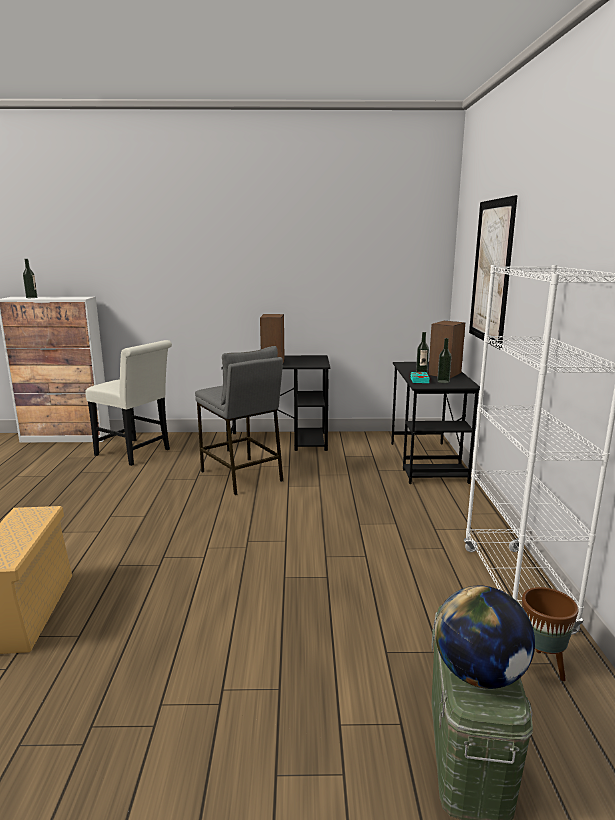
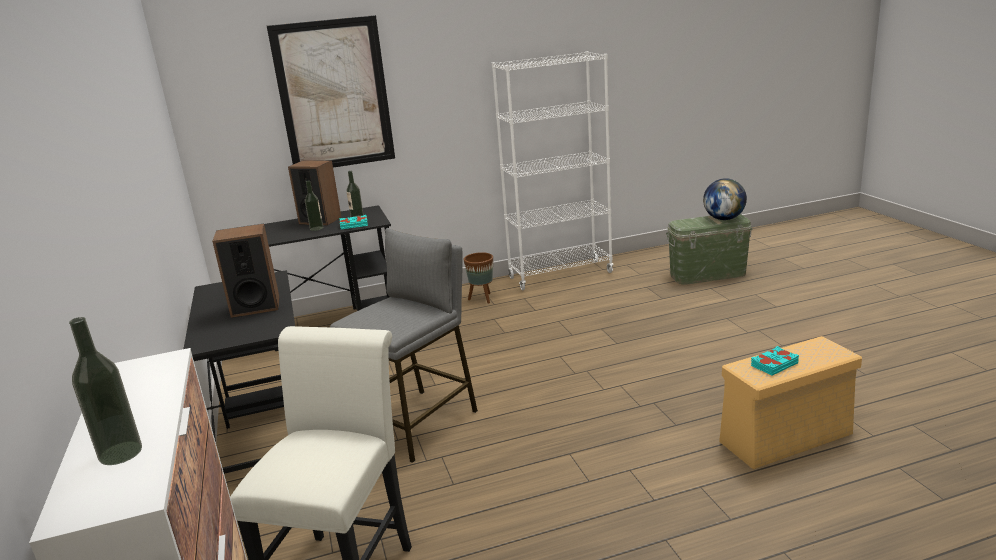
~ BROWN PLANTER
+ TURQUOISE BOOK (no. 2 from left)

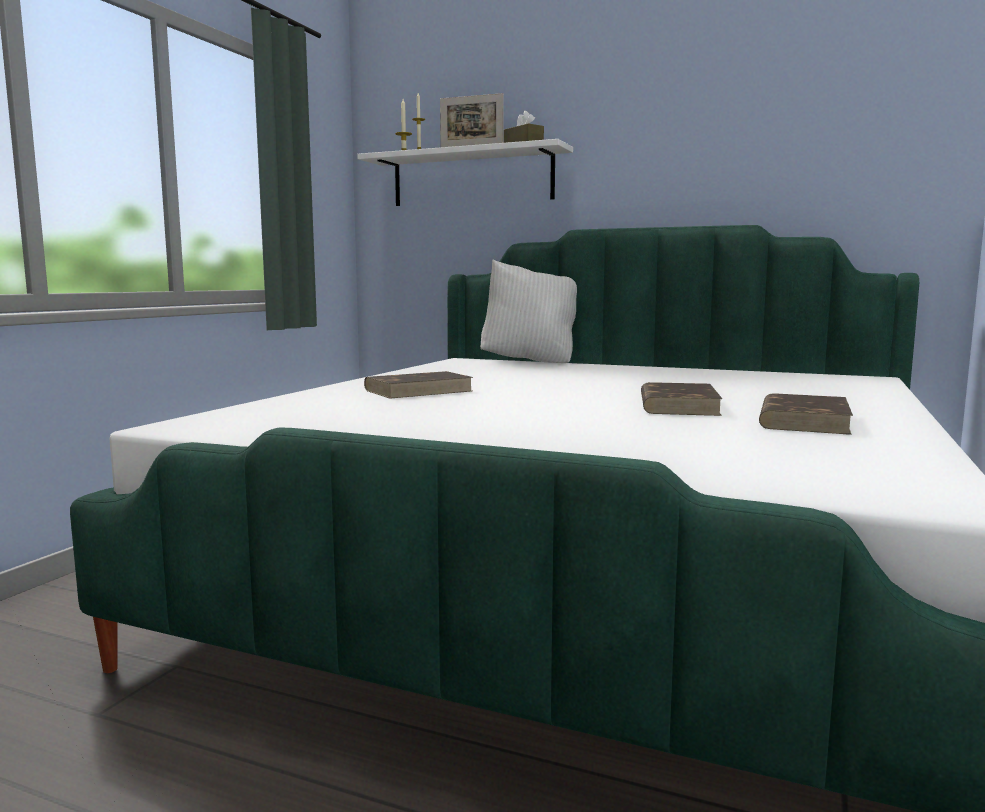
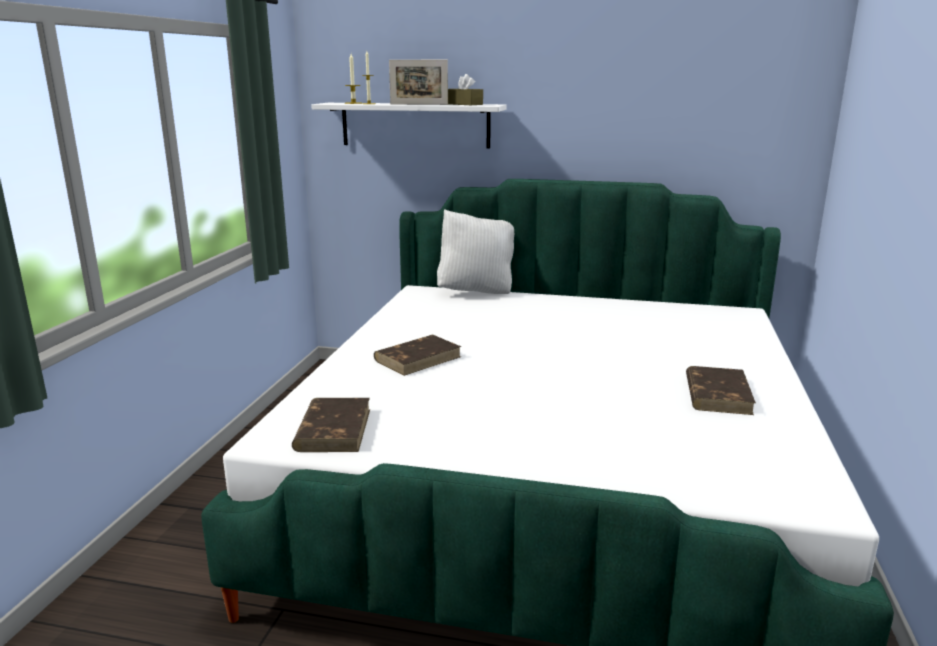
~ BROWN BOOK (no. 2 from left in the first image) to BROWN BOOK (no. 1 from left)

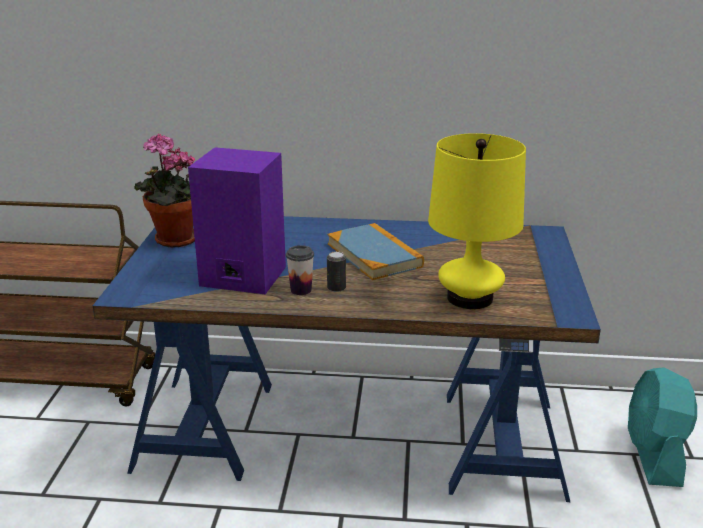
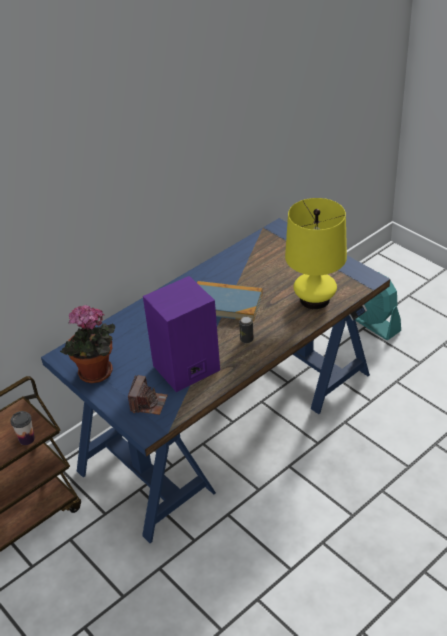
~ CUP
+ PHOTO CAMERA

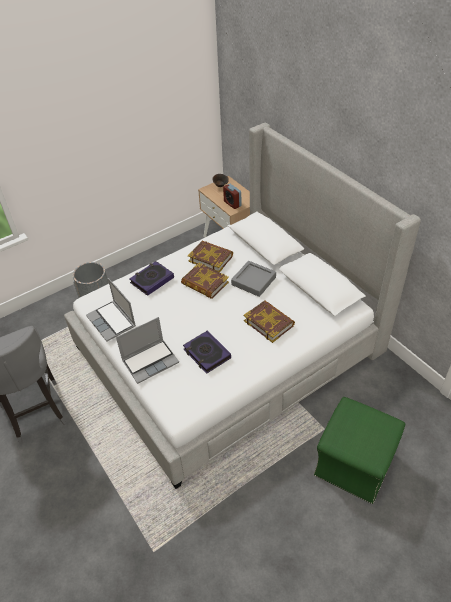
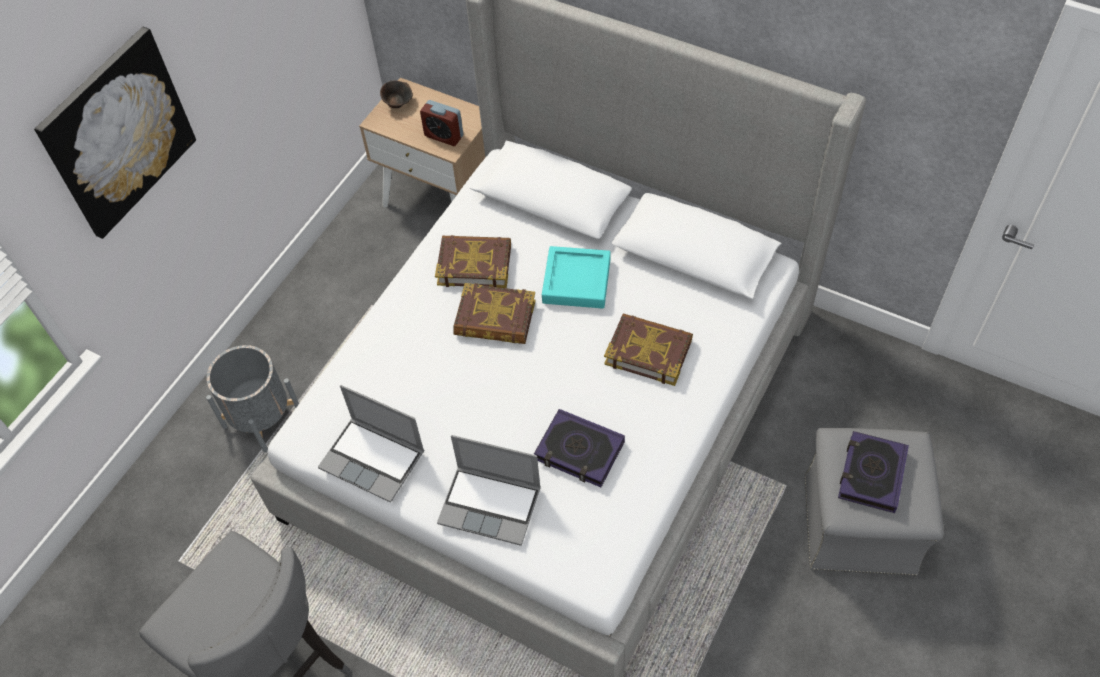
~ BOOK (no. 1 from left in the first image) to BOOK (no. 5 from left)
~ GREY TRAY to TURQUOISE TRAY
~ LAPTOP (no. 2 from left) 75 degrees clockwise
~ GREEN OTTOMAN to GREY OTTOMAN
+ PICTURE

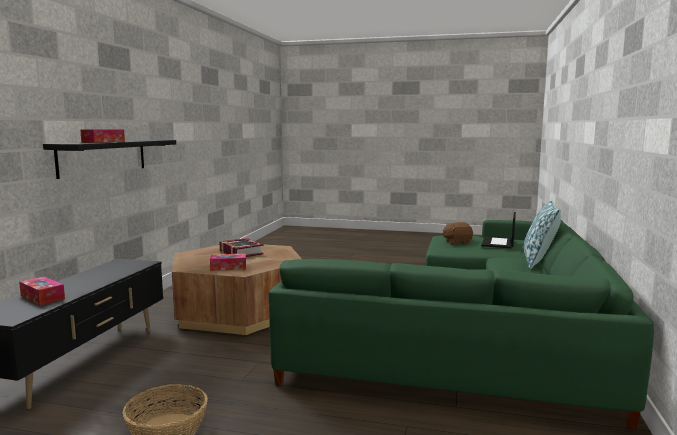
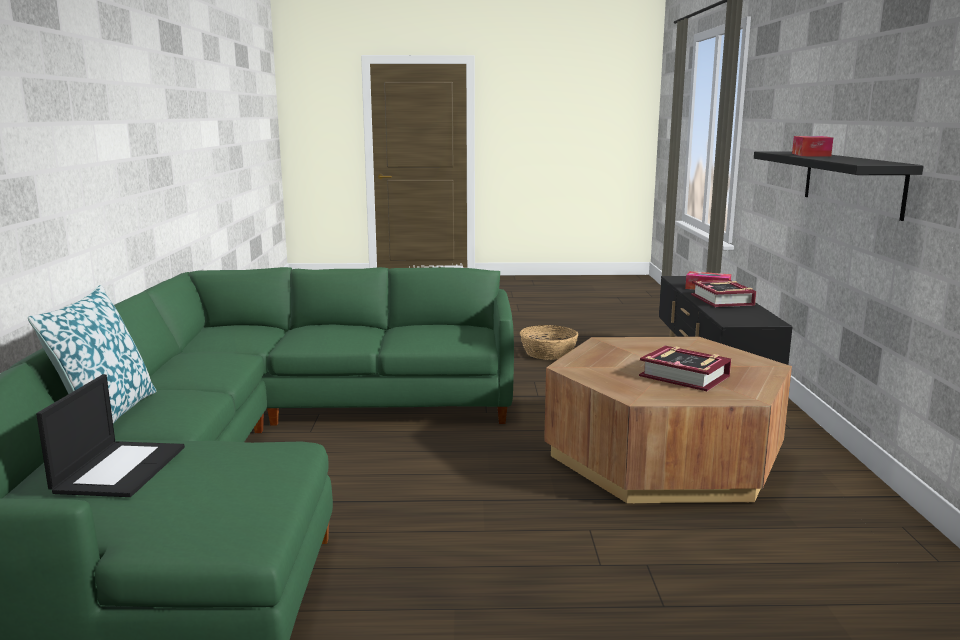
- BROWN PLUSH TOY
- TISSUE BOX (no. 3 from left)
+ BOOK (no. 2 from left)

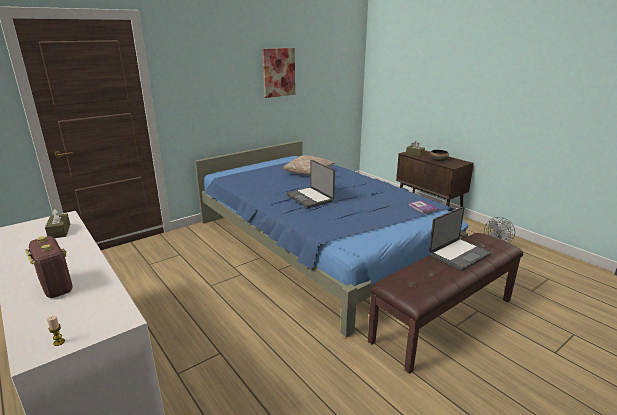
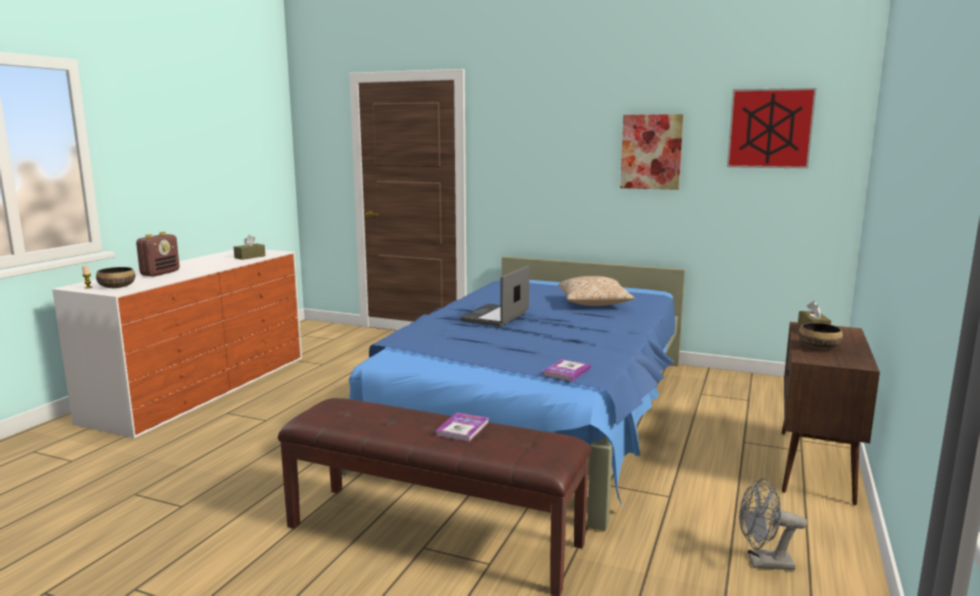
~ LAPTOP (no. 2 from left) to BOOK (no. 1 from left)
+ PICTURE (no. 2 from left)
+ BOWL (no. 1 from left)

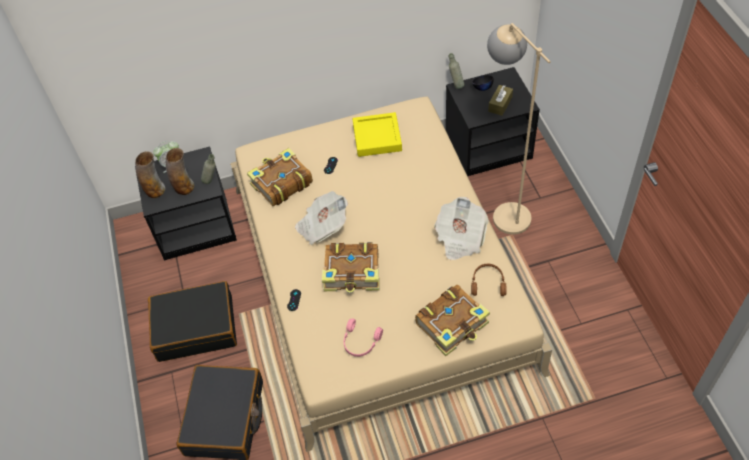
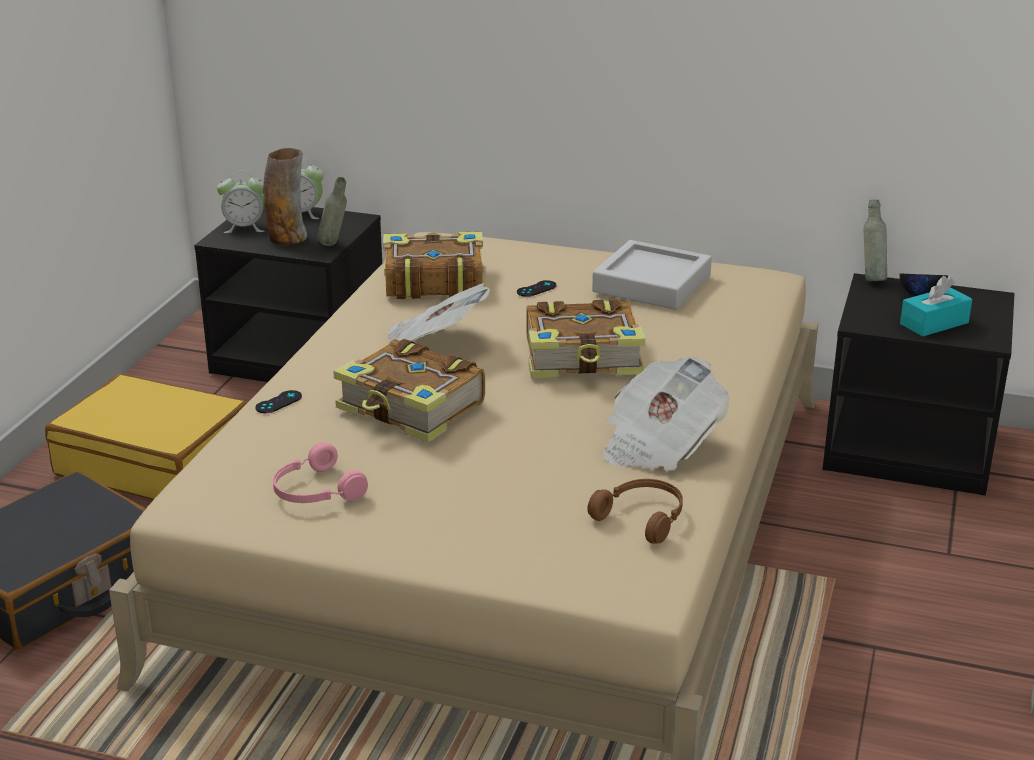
- BEIGE FLOOR LAMP
~ BROWN TISSUE BOX to TURQUOISE TISSUE BOX
~ YELLOW TRAY to GREY TRAY
~ VASE (no. 1 from left) to ALARM CLOCK (no. 1 from left)
~ BLACK SUITCASE (no. 1 from left) to YELLOW SUITCASE
~ BOOK (no. 3 from left)

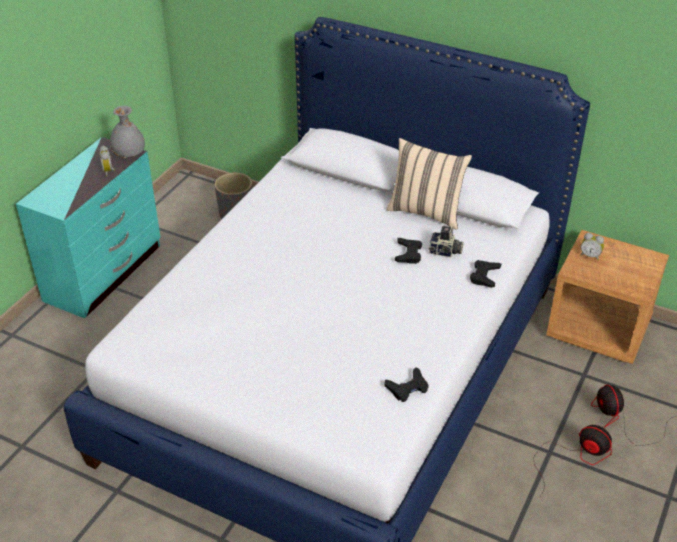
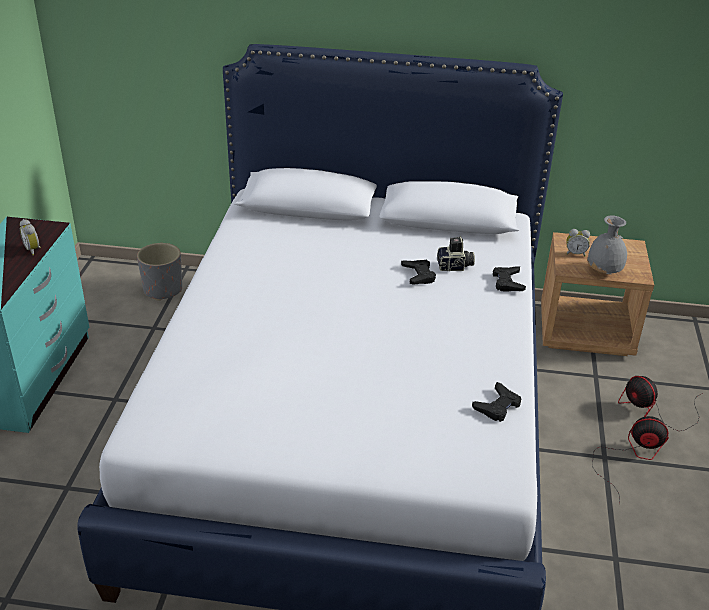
~ GREY VASE
- BEIGE PILLOW

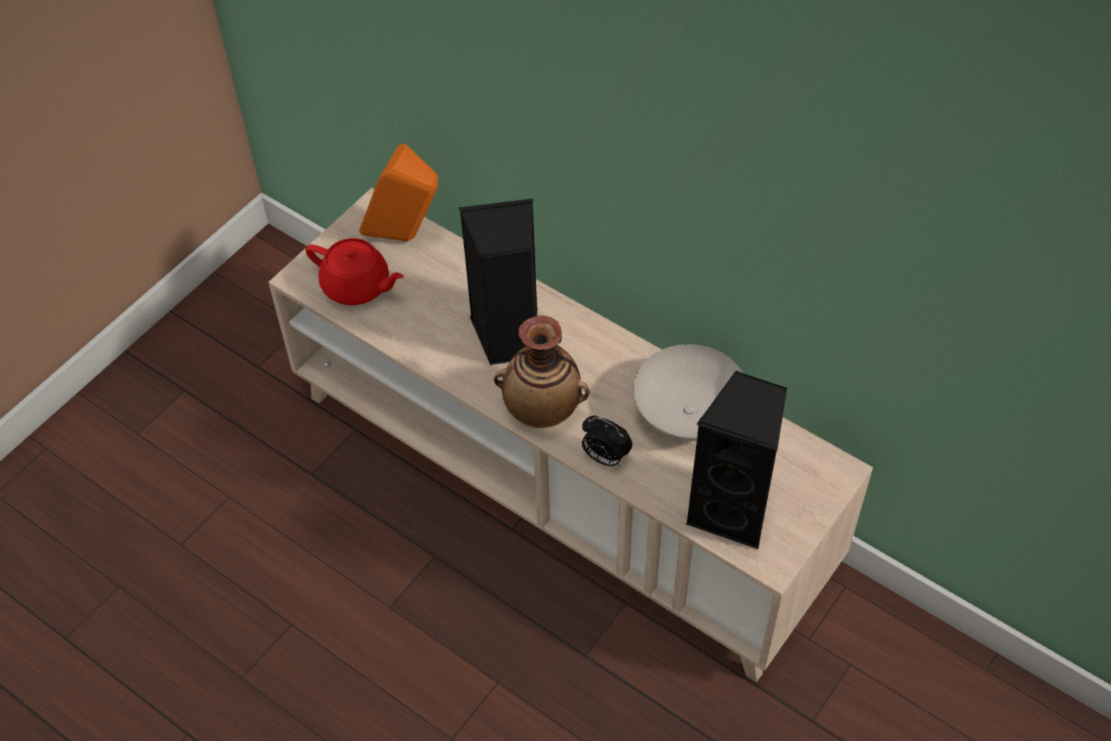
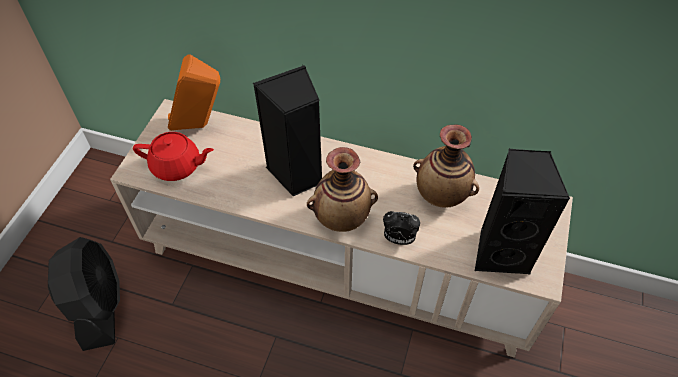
~ WHITE BOWL to VASE (no. 2 from left)
+ BLACK FAN

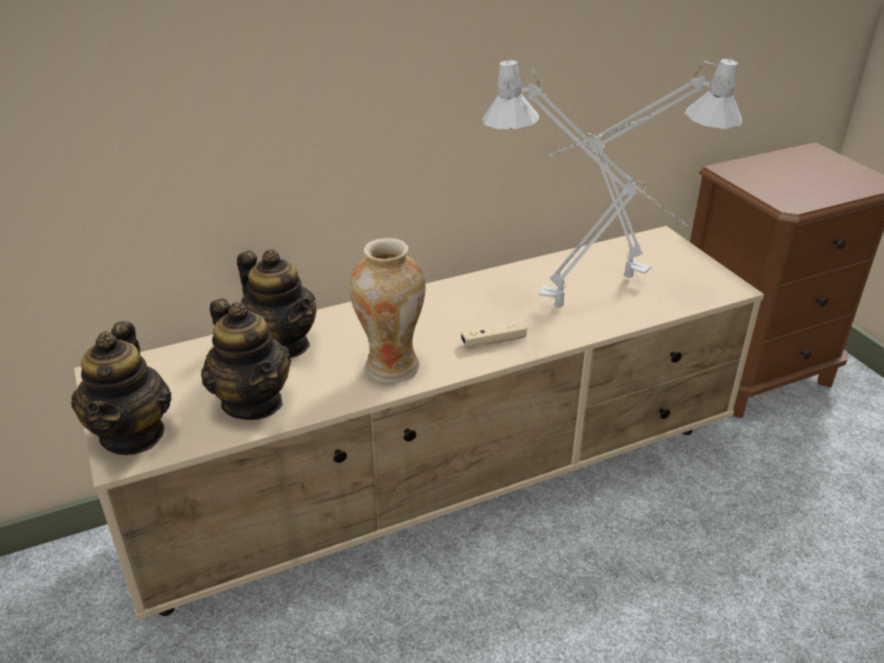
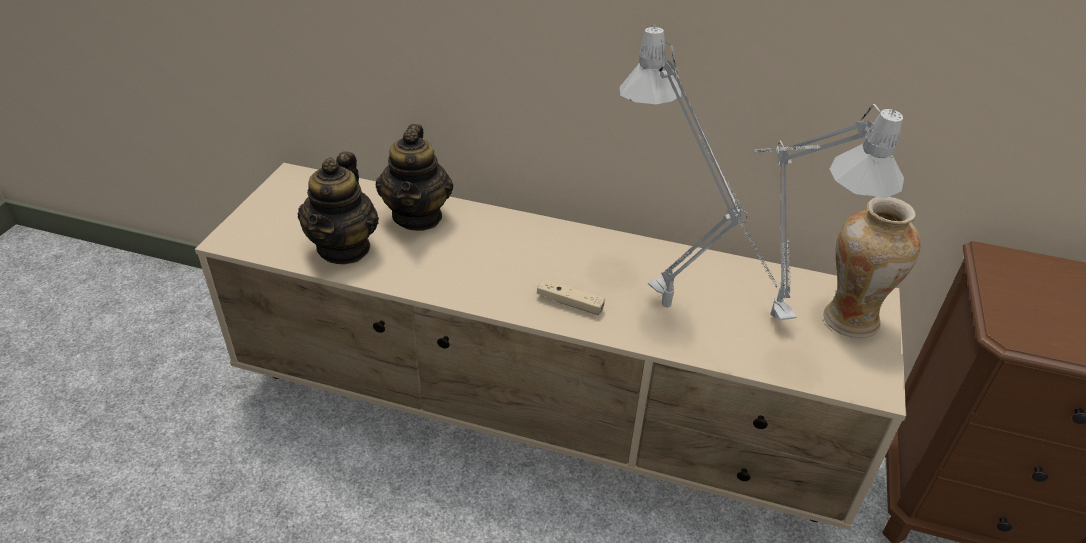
~ VASE
- TEAPOT (no. 1 from left)

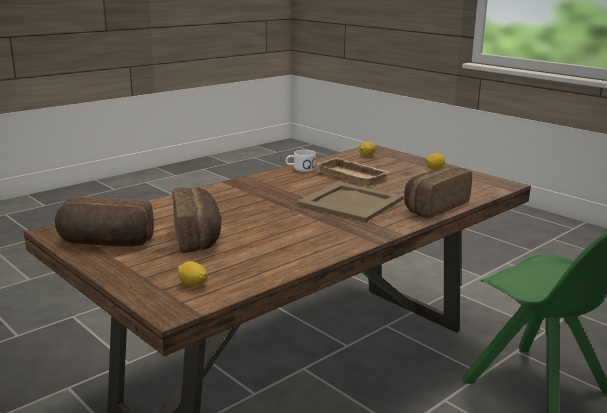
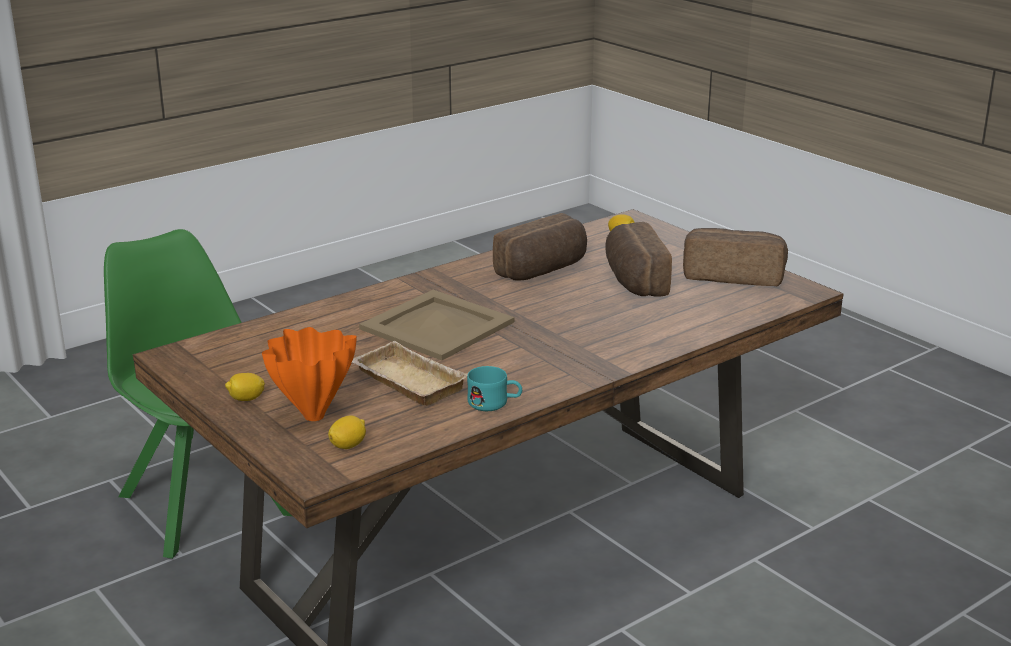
~ WHITE MUG to TURQUOISE MUG
~ BREAD (no. 3 from left in the first image) to BREAD (no. 1 from left)
+ ORANGE VASE

